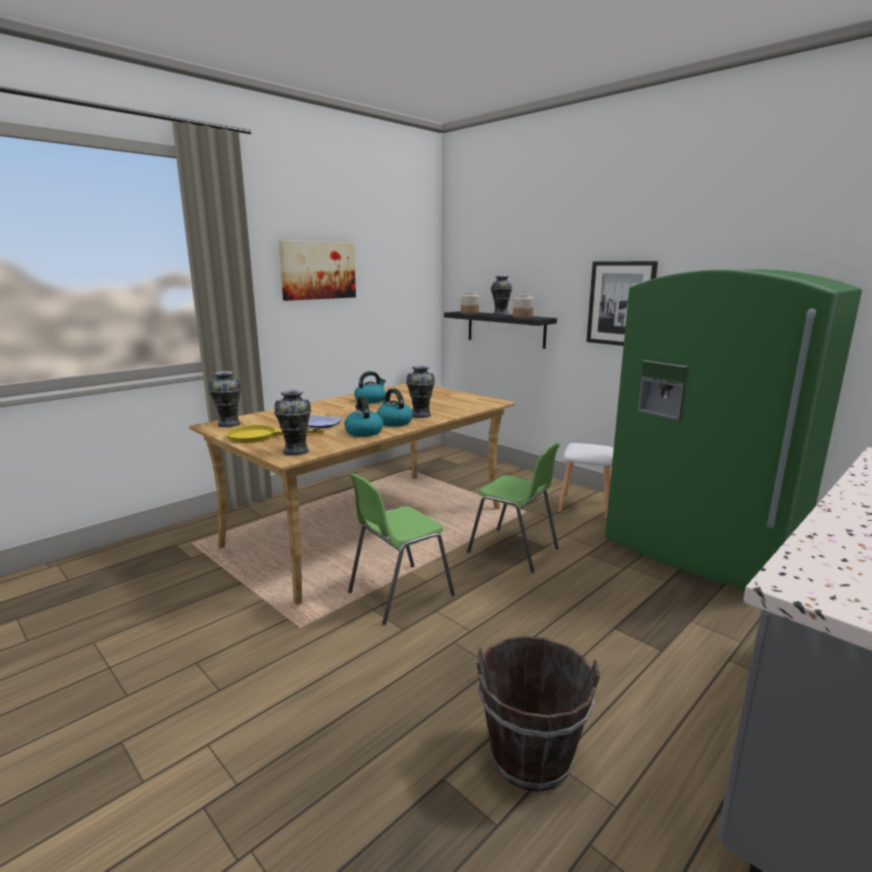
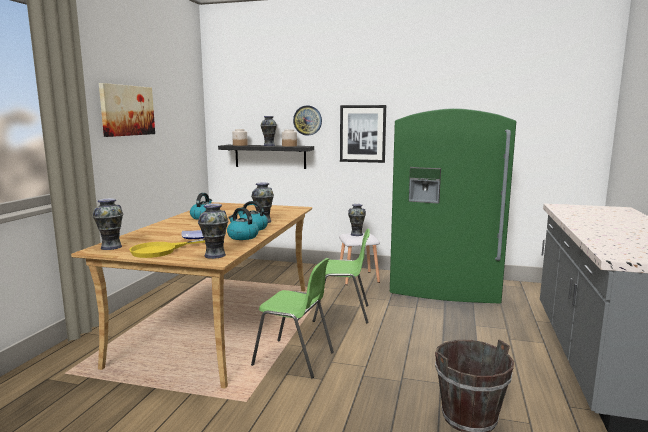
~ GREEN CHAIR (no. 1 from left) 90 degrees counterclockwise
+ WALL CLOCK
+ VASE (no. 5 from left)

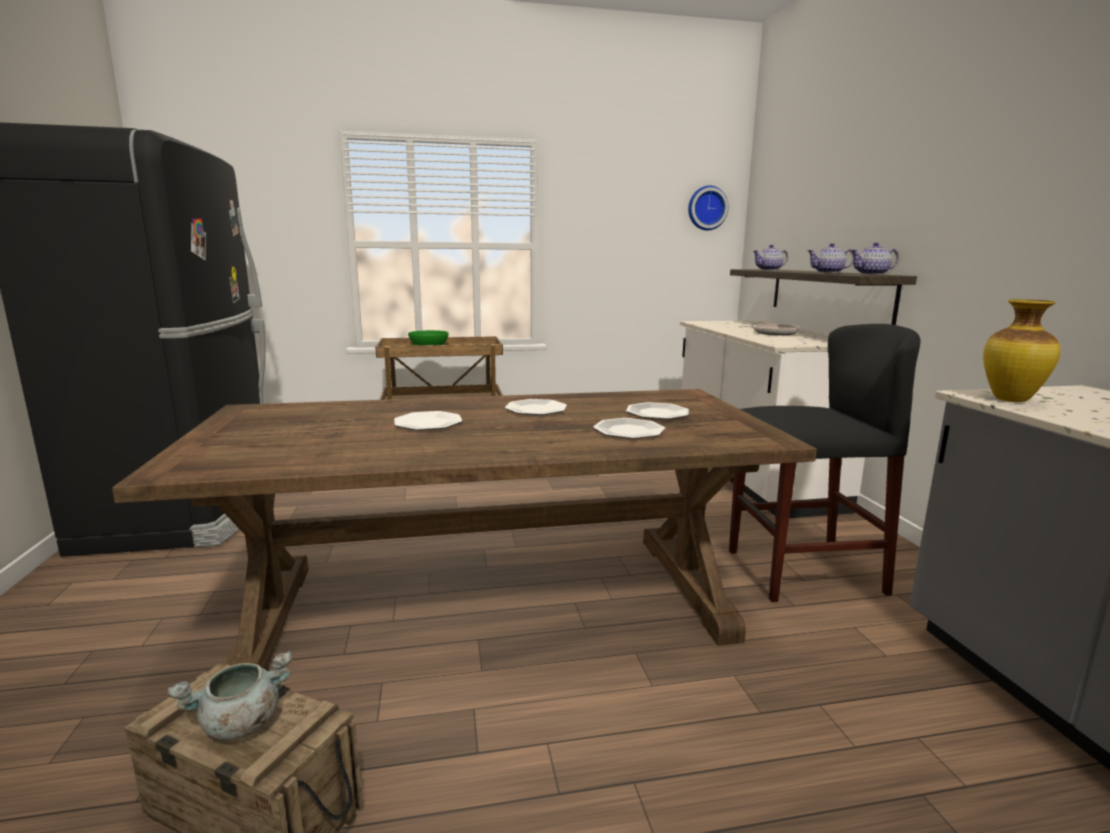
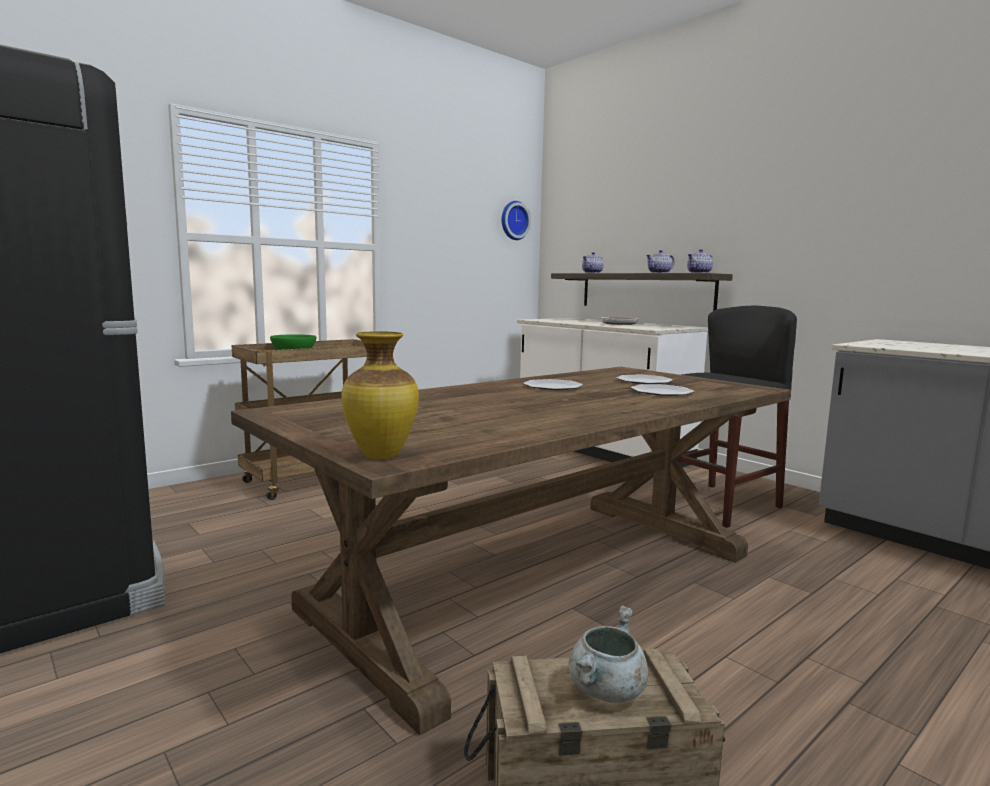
~ VASE
- PLATE (no. 1 from left)

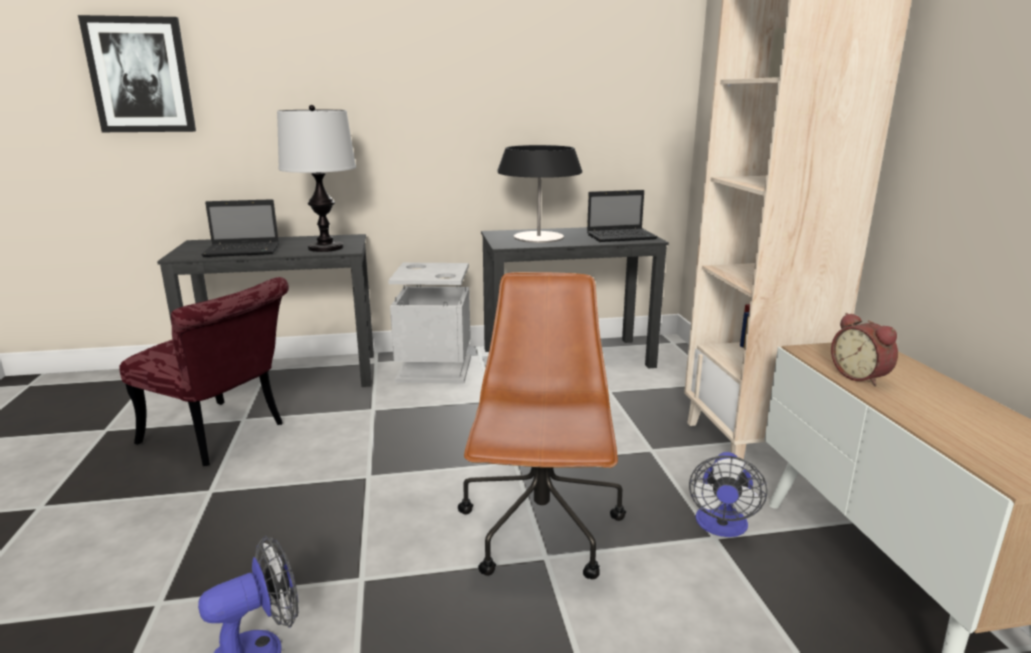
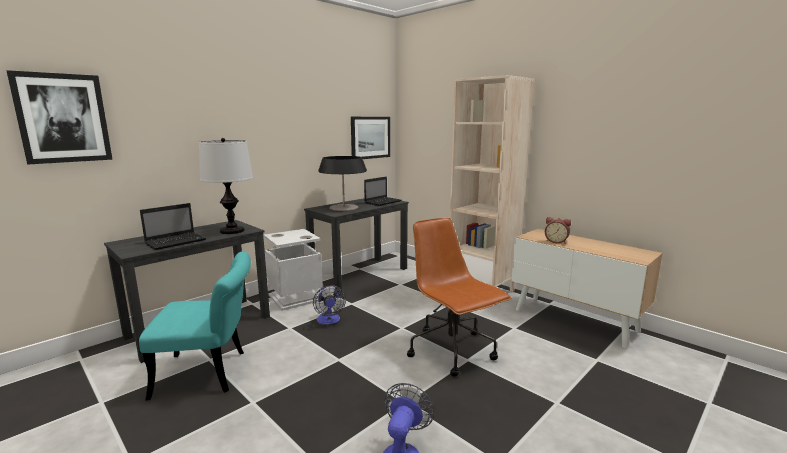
~ RED CHAIR to TURQUOISE CHAIR
~ FAN (no. 2 from left in the first image) to FAN (no. 1 from left)
+ PICTURE (no. 2 from left)

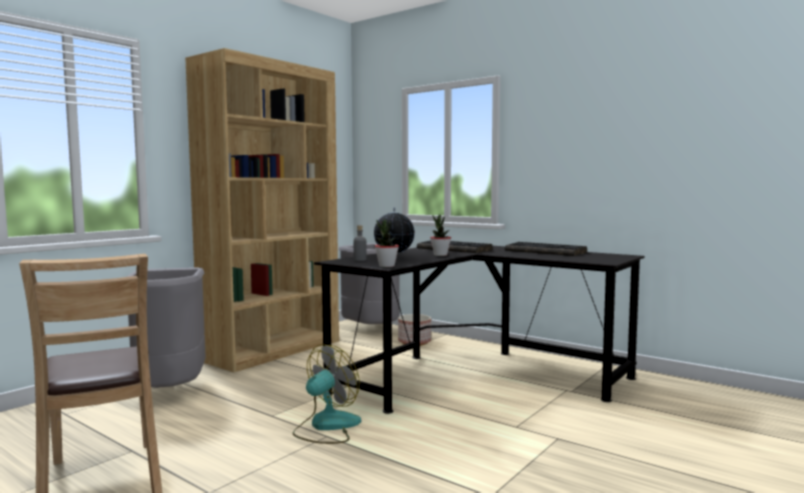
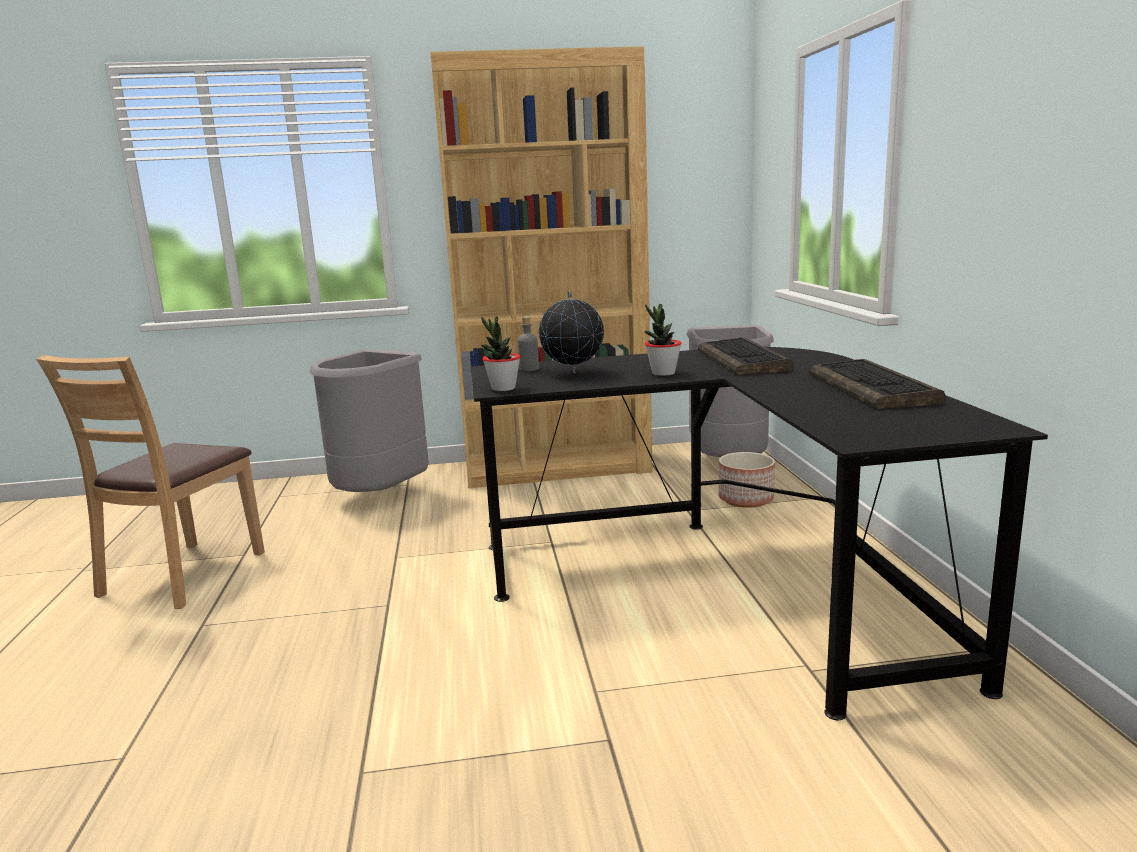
- FAN

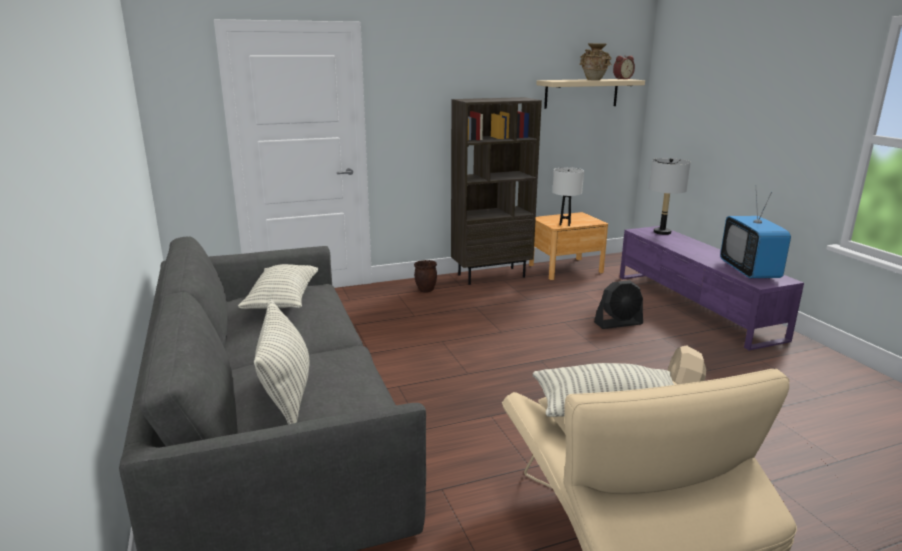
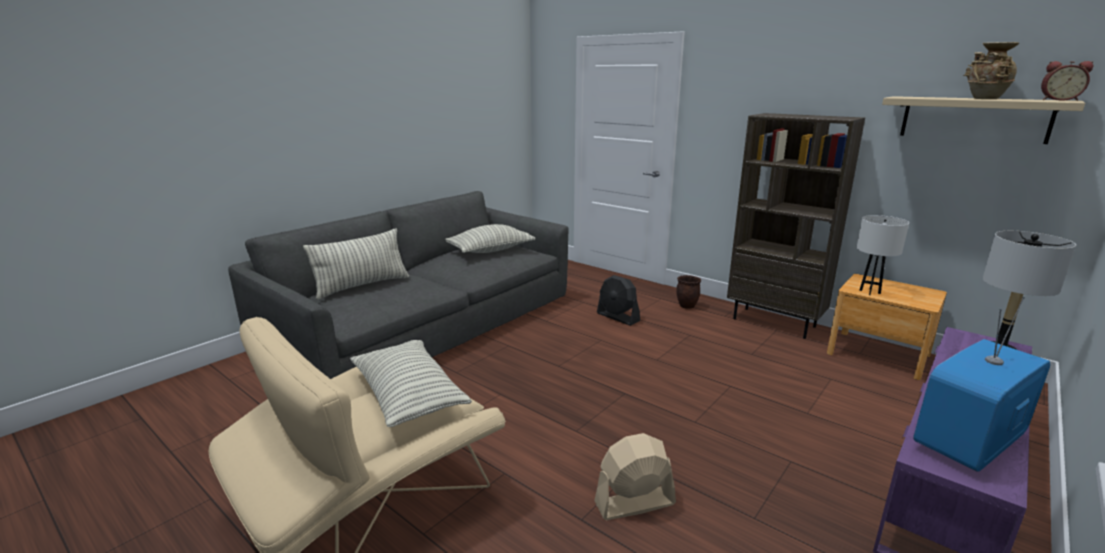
~ BLACK FAN

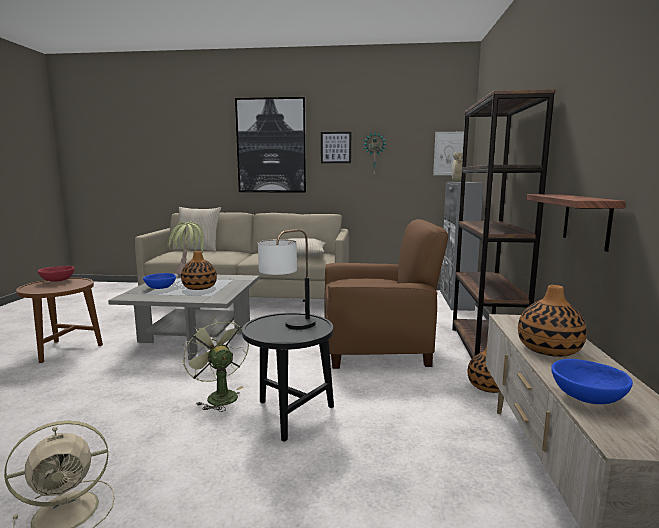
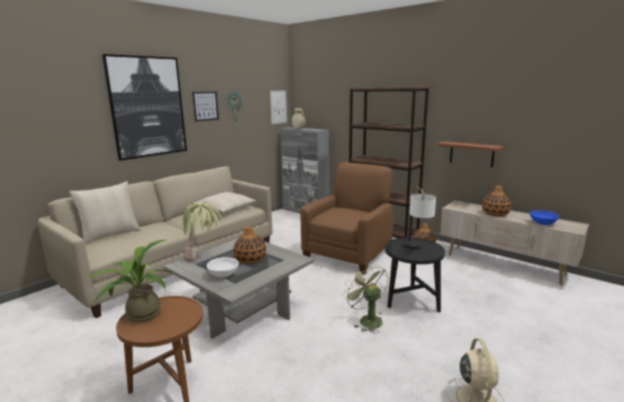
~ RED BOWL to POTTED PLANT (no. 1 from left)
~ BLUE BOWL (no. 1 from left) to WHITE BOWL
~ GREEN FAN 60 degrees clockwise

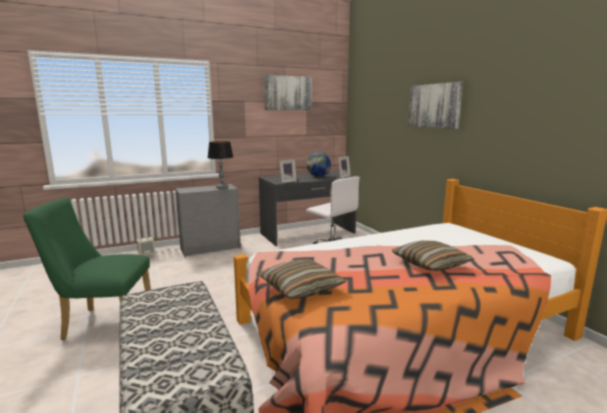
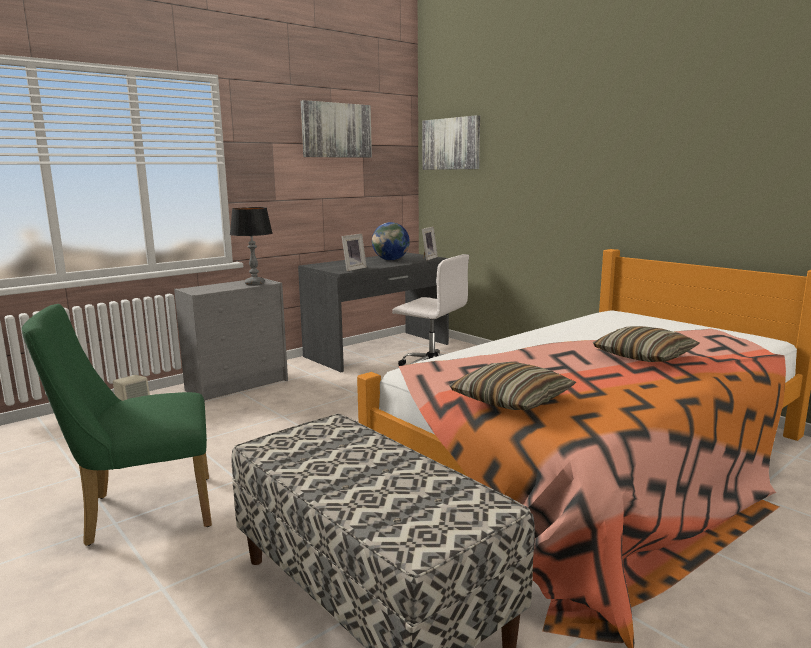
~ PICTURE (no. 2 from left)

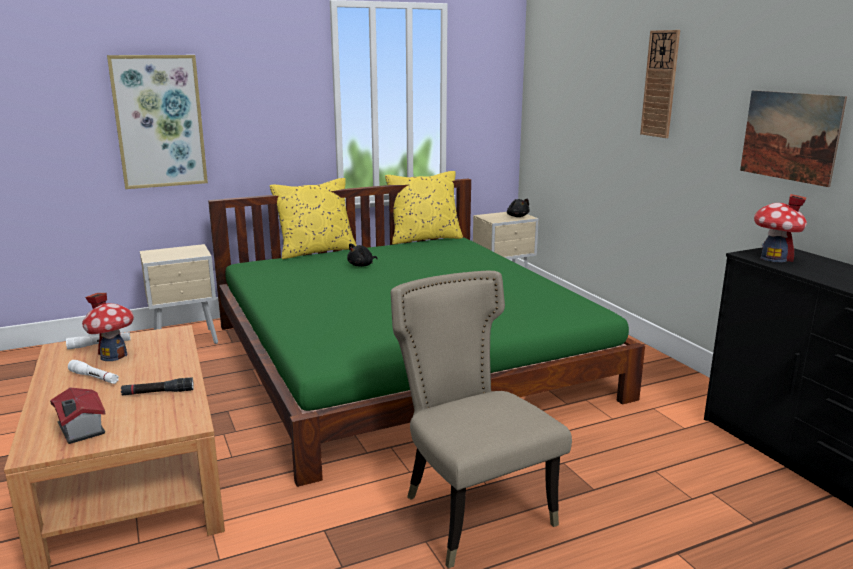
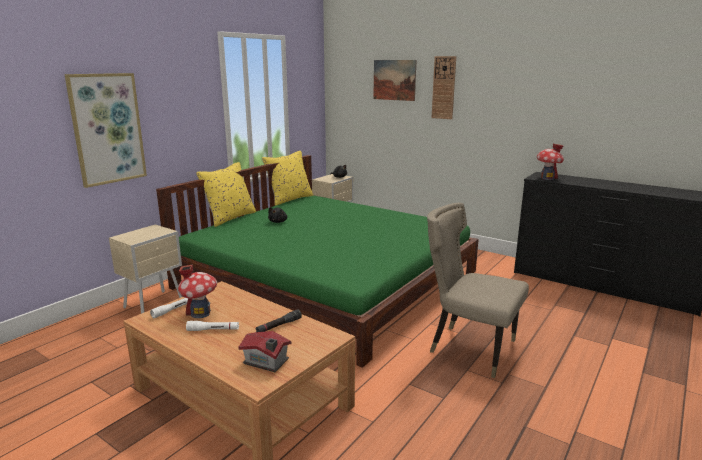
~ PICTURE (no. 2 from left)

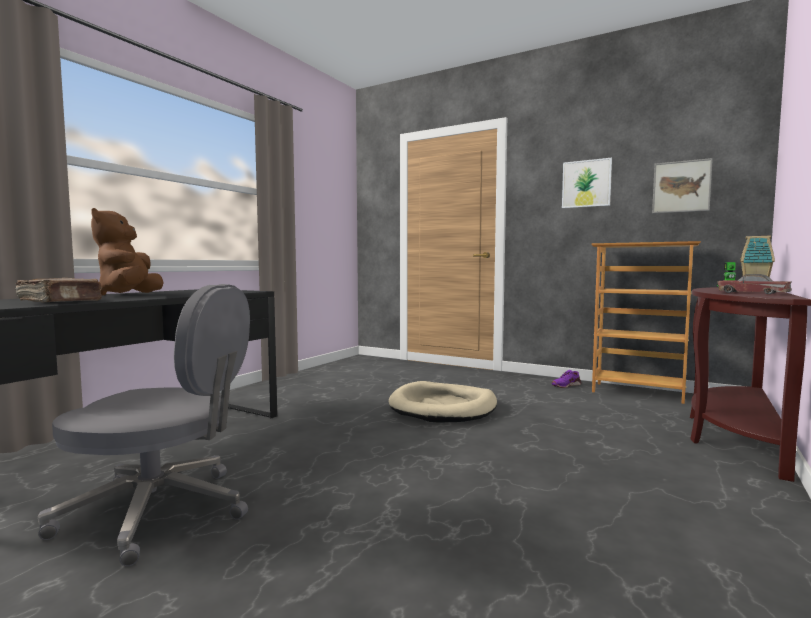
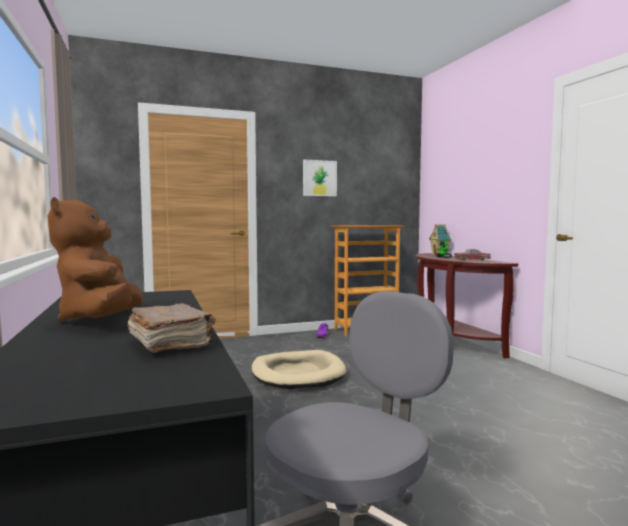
- PICTURE (no. 2 from left)
~ BROWN PLUSH TOY 45 degrees clockwise

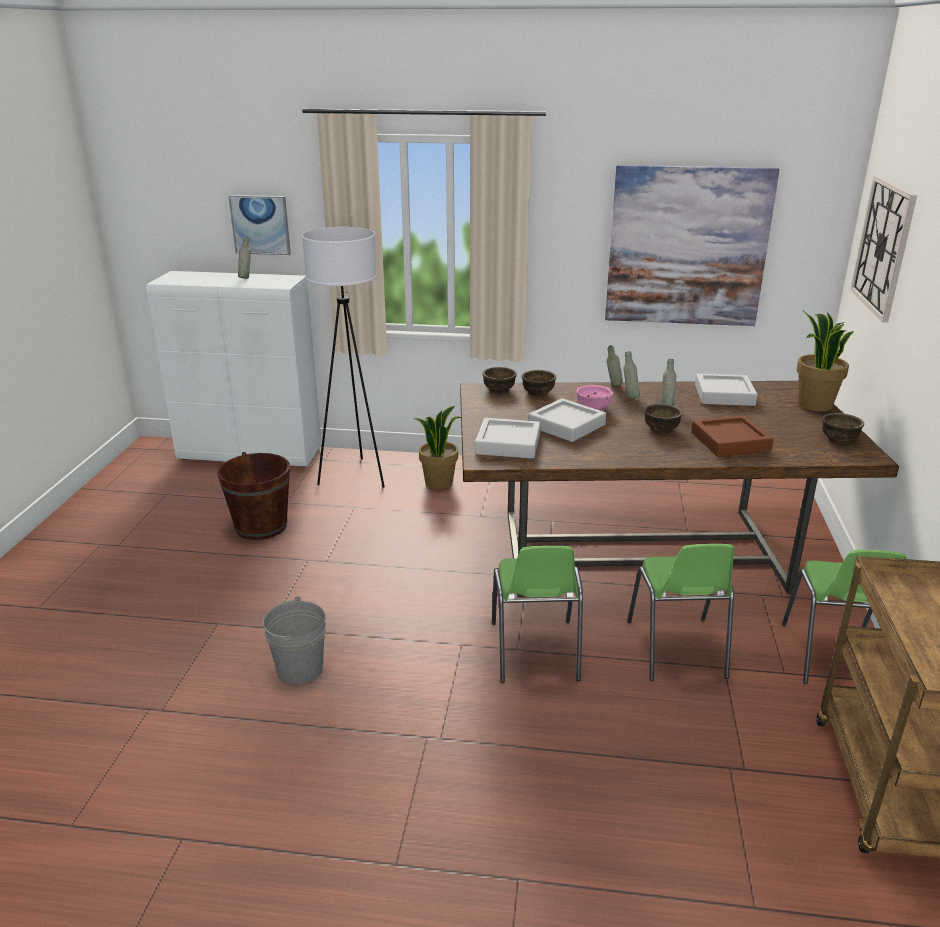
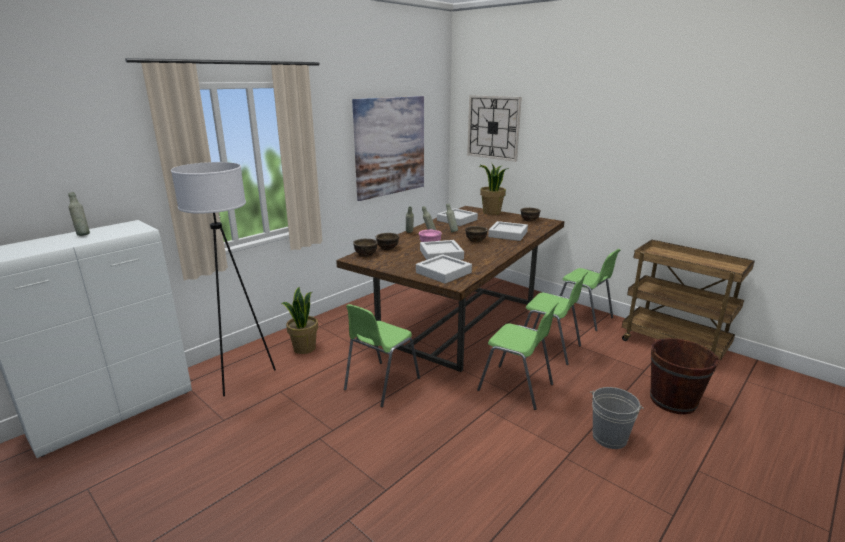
- PICTURE (no. 1 from left)
~ BROWN TRAY to GREY TRAY (no. 4 from left)
~ BROWN BUCKET
~ GREY BUCKET
+ GREEN CHAIR (no. 1 from left)

